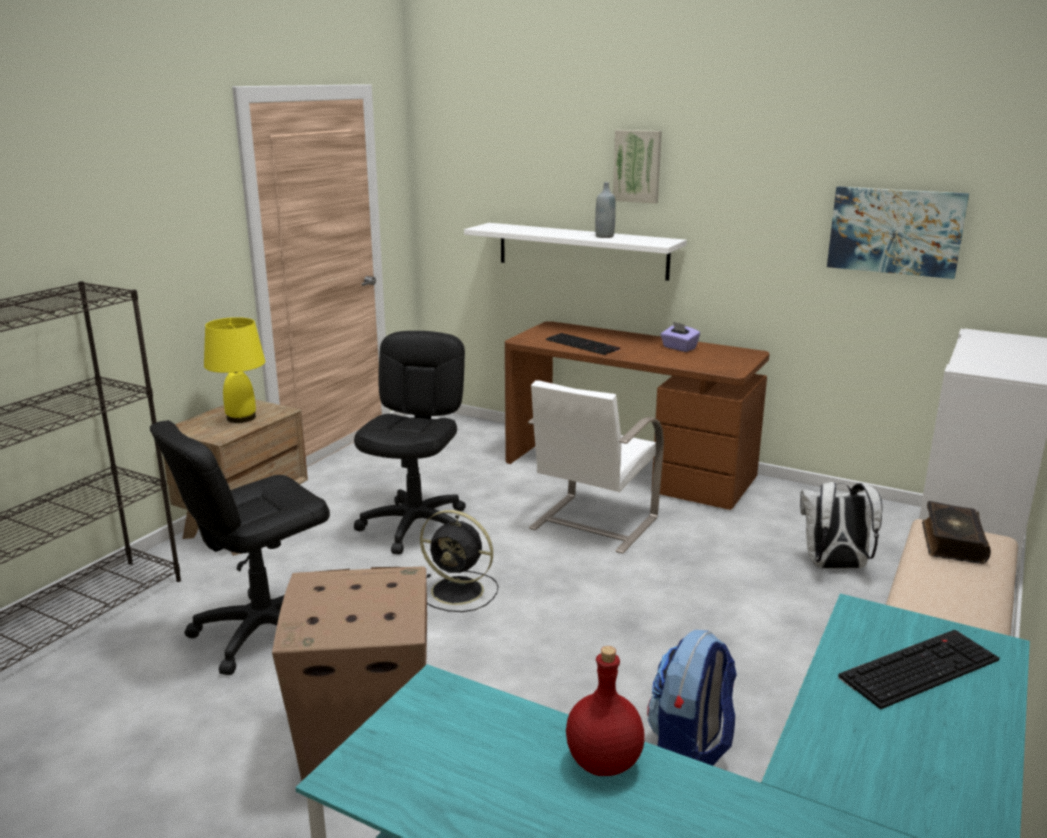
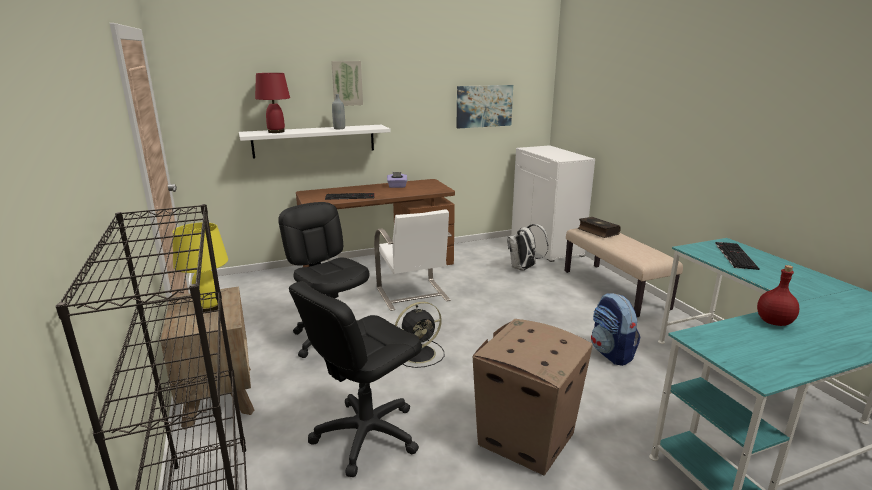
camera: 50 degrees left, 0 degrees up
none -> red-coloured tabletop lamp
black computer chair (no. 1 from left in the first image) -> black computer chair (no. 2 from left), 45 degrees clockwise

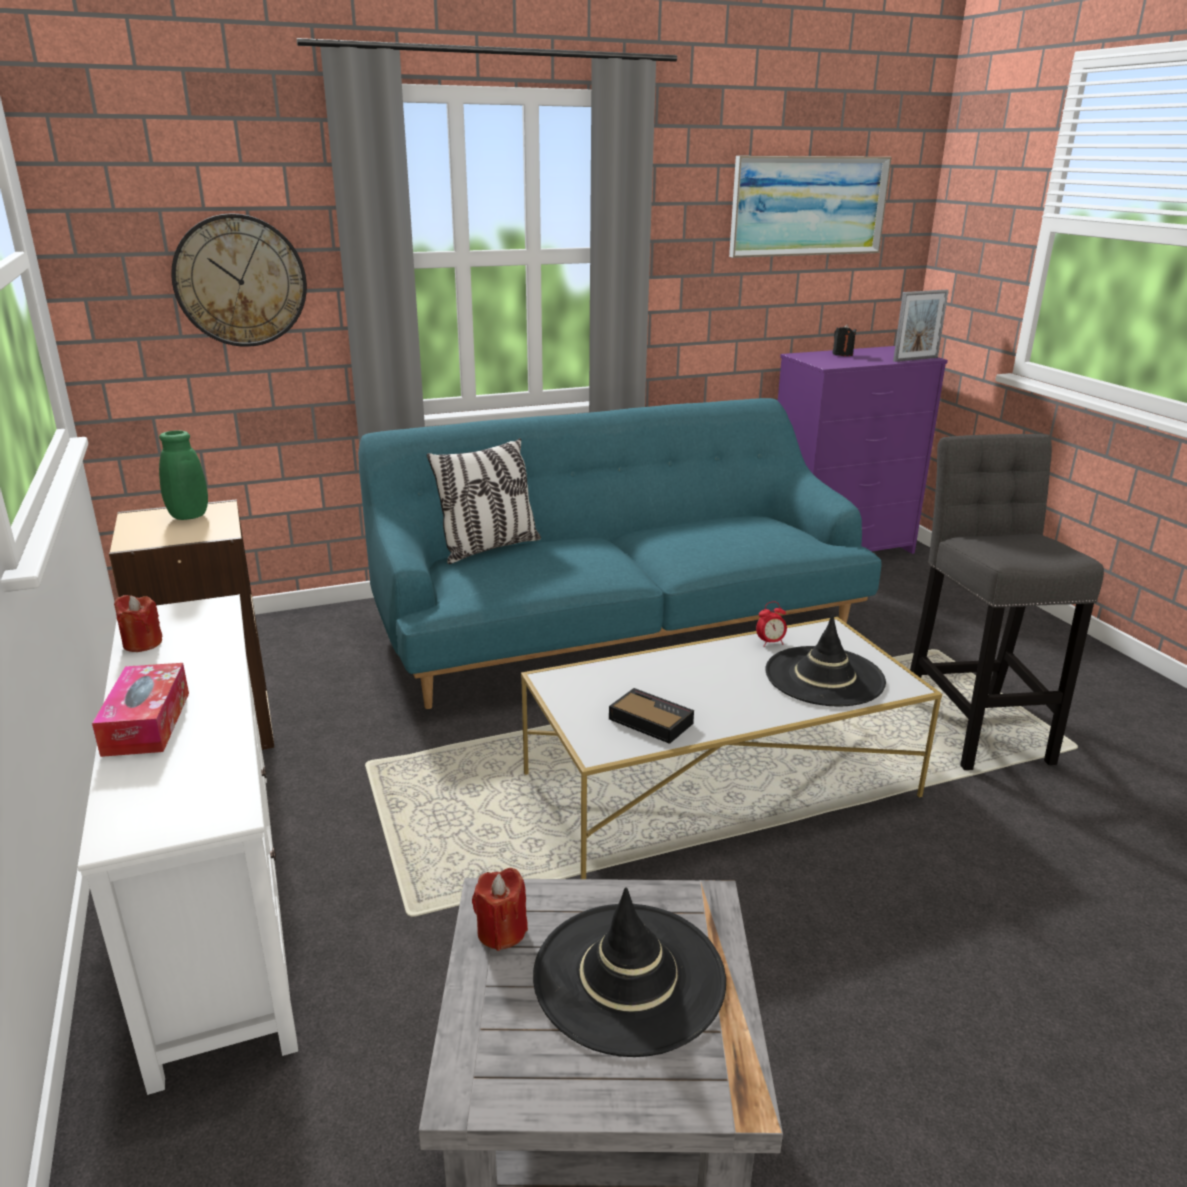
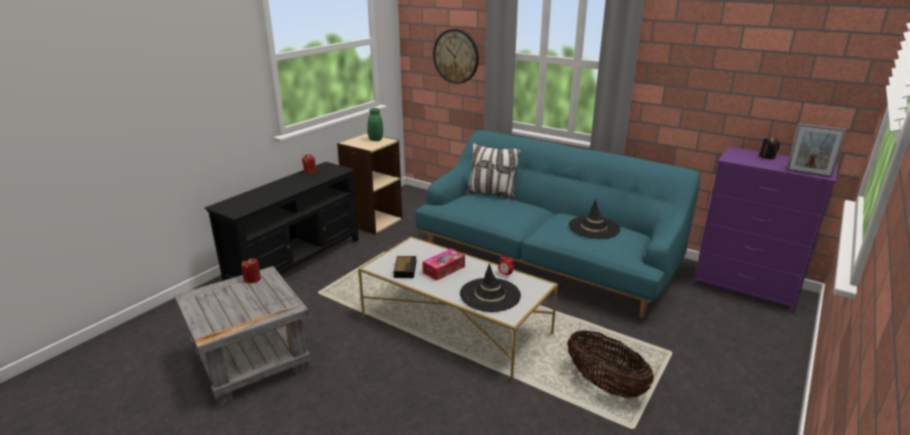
camera: 55 degrees right, 0 degrees up
white-coloured tv unit -> black tv unit
tissue holder, shifted
greyish sitting stool -> storage basket
black clothing hat (no. 1 from left in the first image) -> black clothing hat (no. 2 from left), shifted
picture -> none

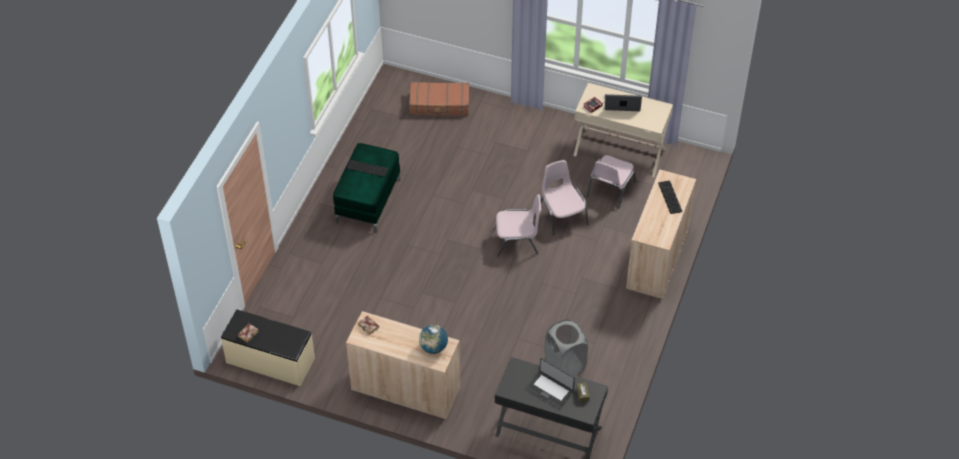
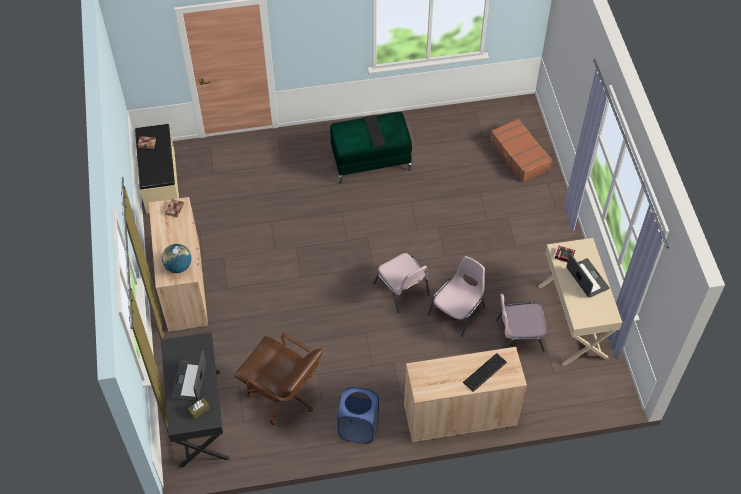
camera: 60 degrees right, 5 degrees up
greyish washing basket -> brown computer chair
none -> blue-coloured washing basket

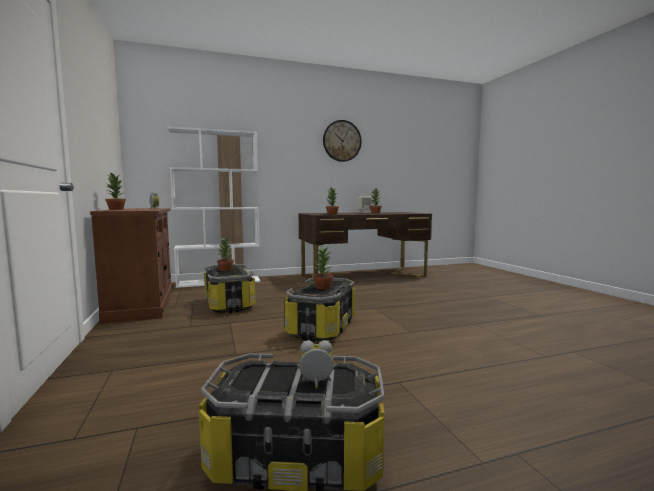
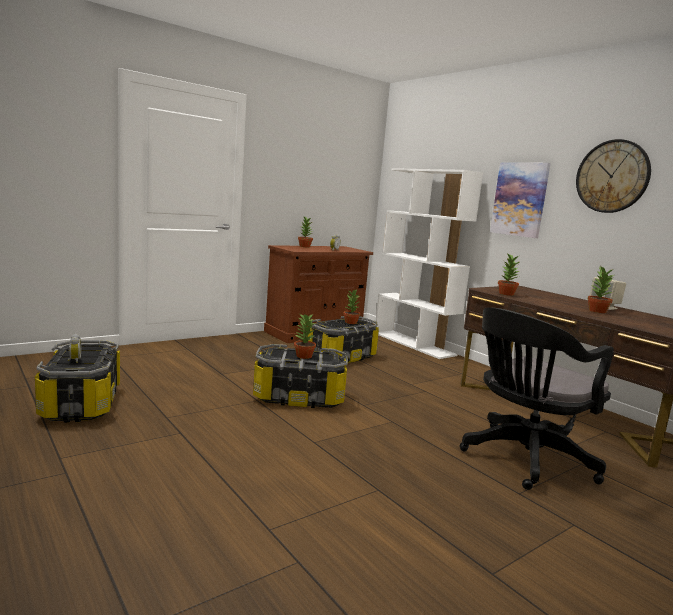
camera: 70 degrees right, 5 degrees up
none -> black computer chair
none -> picture

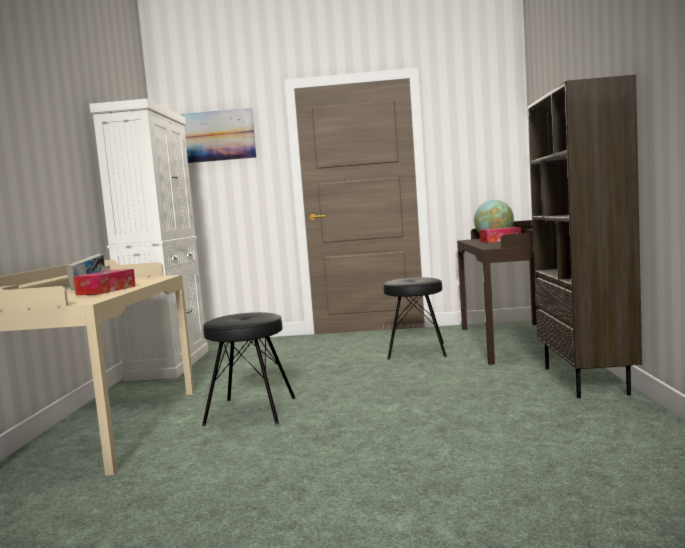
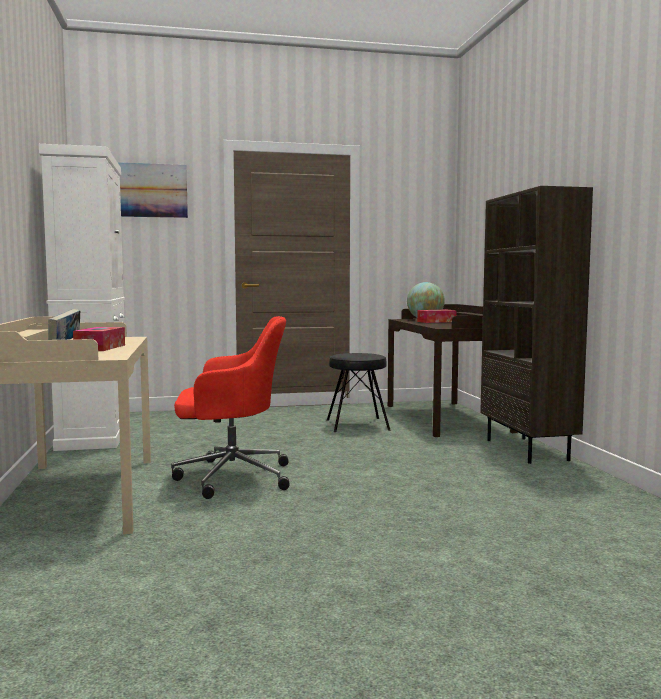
camera: 15 degrees left, 0 degrees up
black sitting stool (no. 1 from left) -> red-coloured computer chair

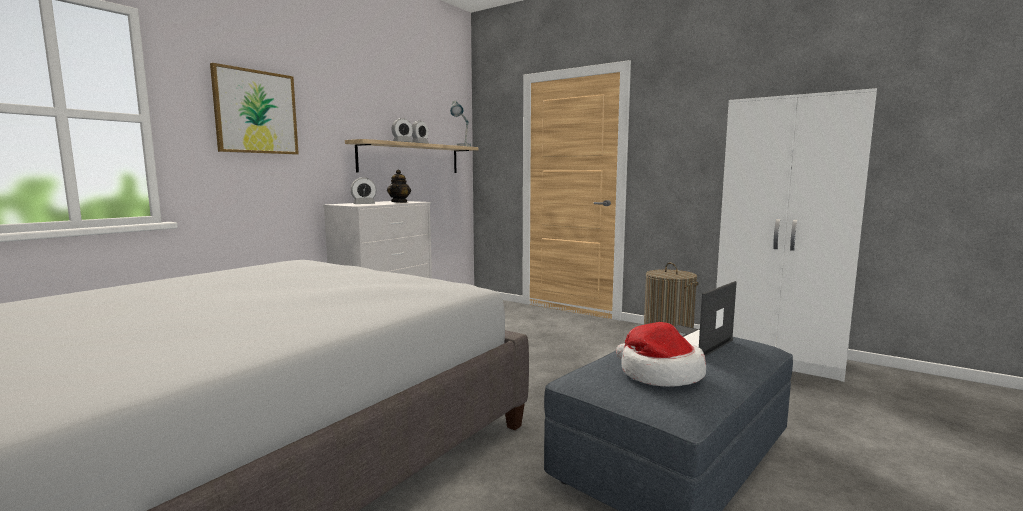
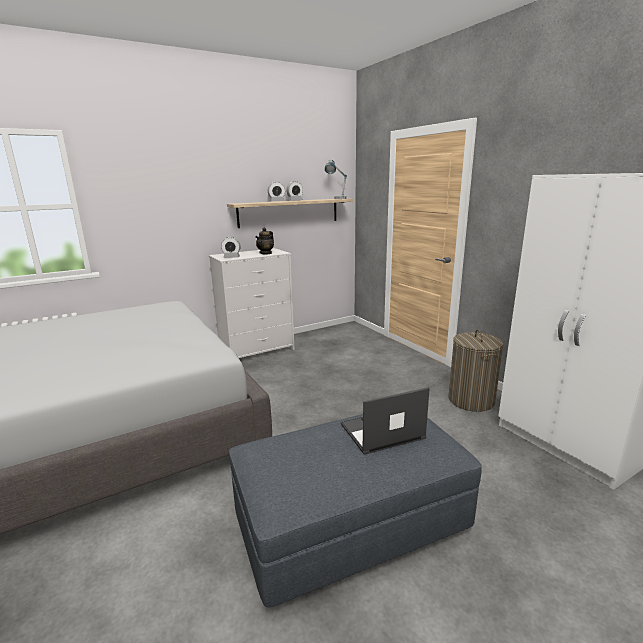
camera: 25 degrees right, 10 degrees up
picture -> none
clothing hat -> none

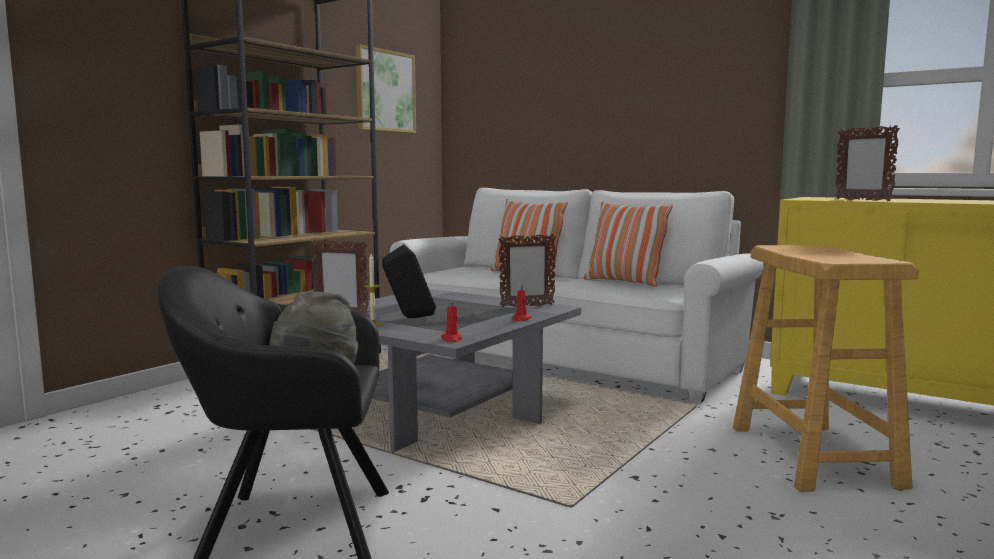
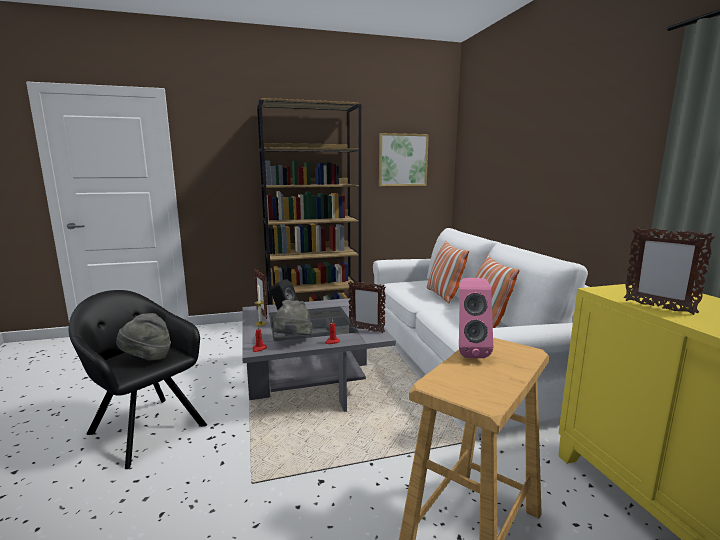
camera: 40 degrees right, 5 degrees up
none -> greyish clothing hat (no. 2 from left)
none -> pink-coloured loudspeaker
standing frame (no. 3 from left), 45 degrees counterclockwise

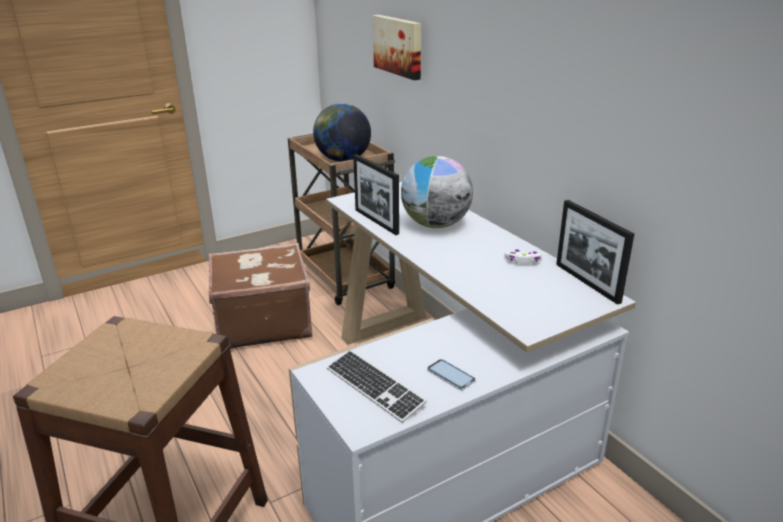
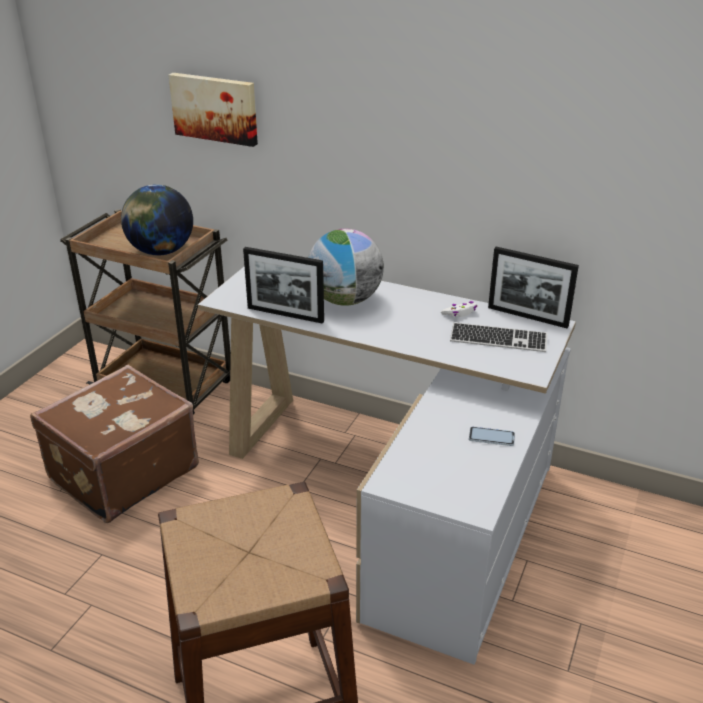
camera: 35 degrees left, 5 degrees up
keyboard, shifted

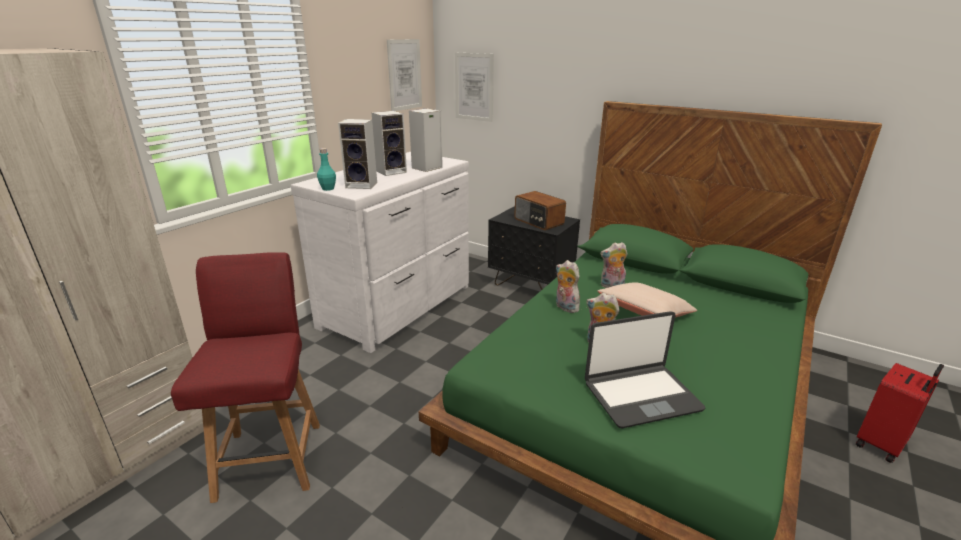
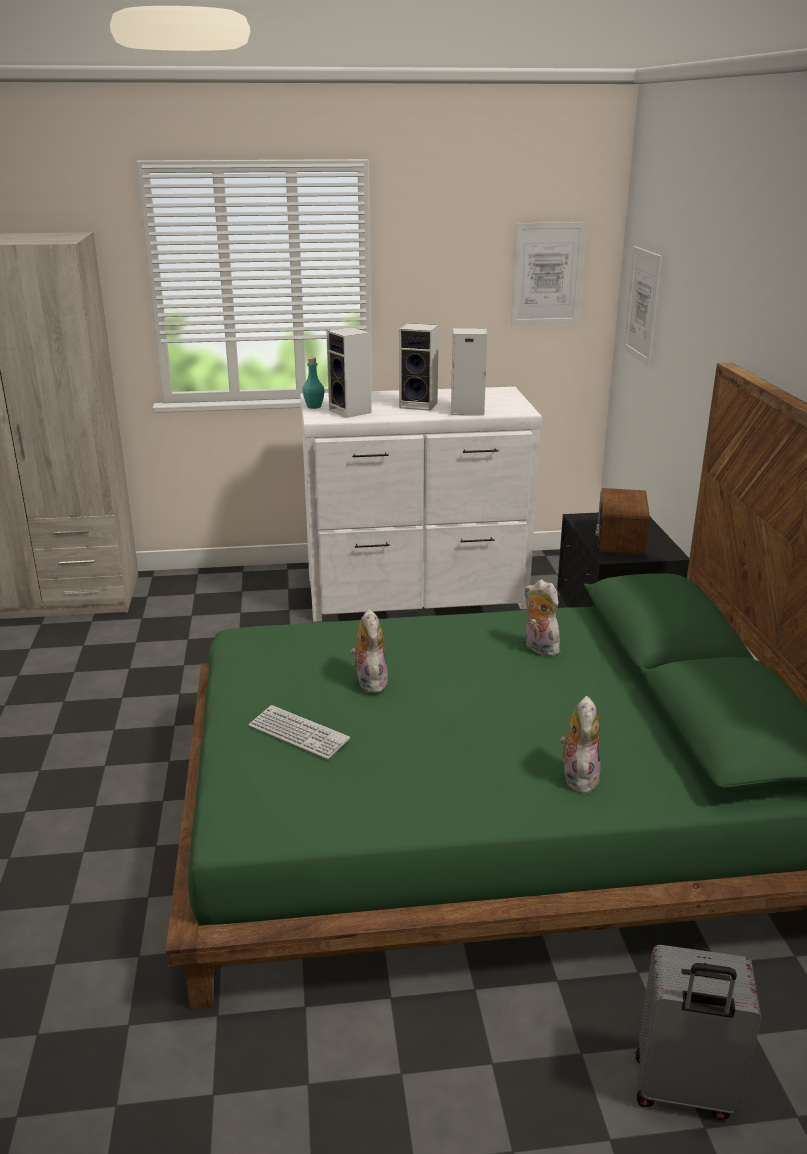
camera: 50 degrees right, 0 degrees up
portable computer -> keyboard
cuddly toy (no. 1 from left in the first image) -> cuddly toy (no. 3 from left), shifted
red-coloured travel case -> greyish travel case
red-coloured upright chair -> none
beige cushion -> none

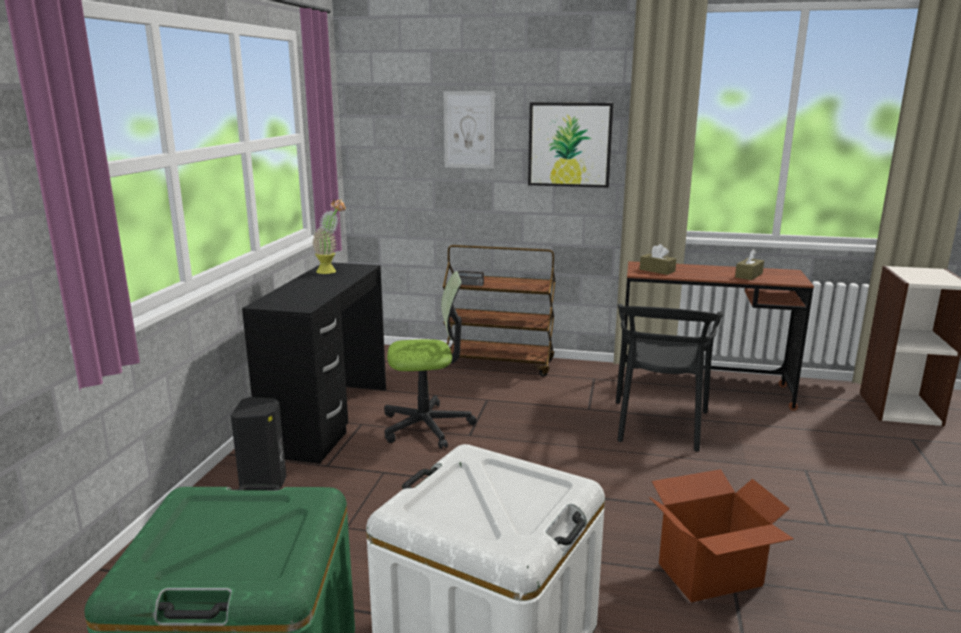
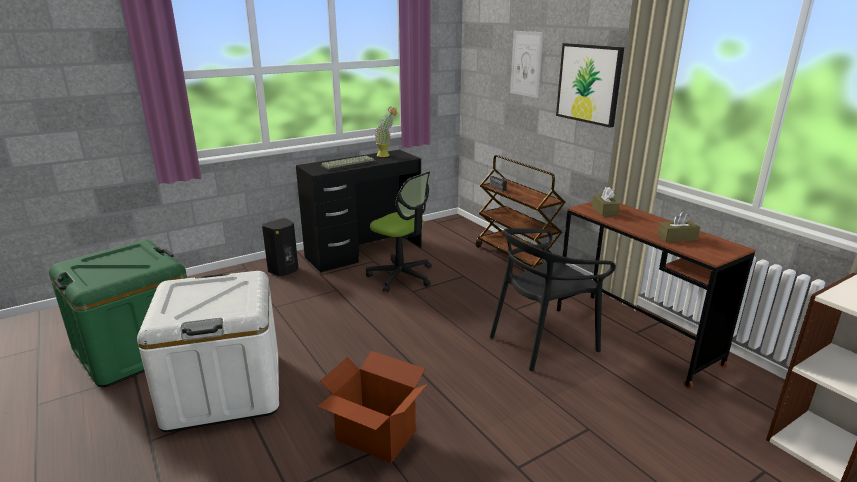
camera: 45 degrees right, 5 degrees up
none -> keyboard

